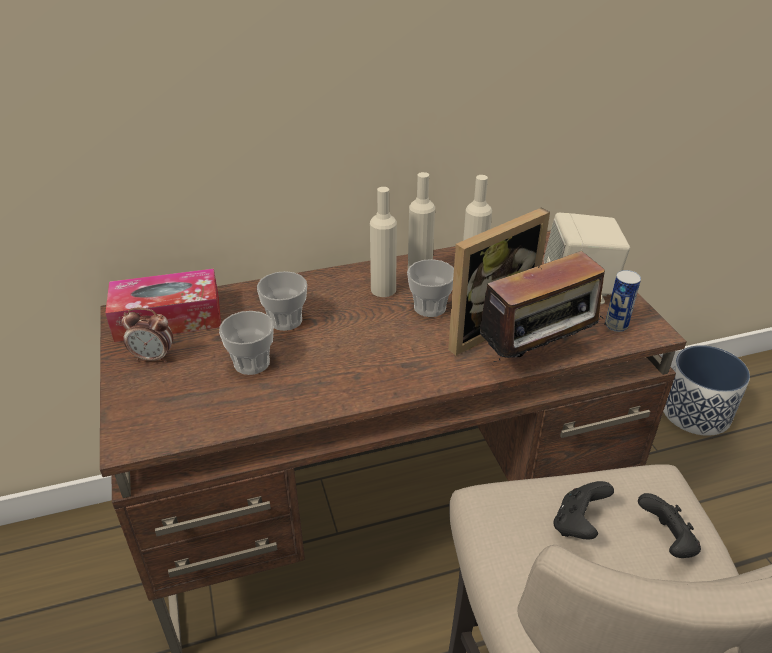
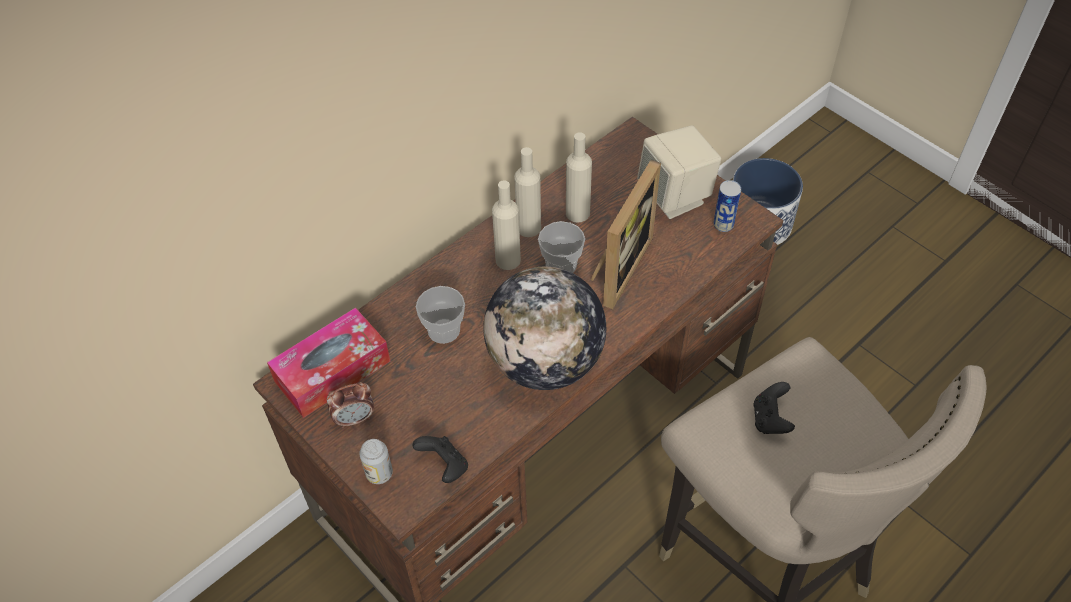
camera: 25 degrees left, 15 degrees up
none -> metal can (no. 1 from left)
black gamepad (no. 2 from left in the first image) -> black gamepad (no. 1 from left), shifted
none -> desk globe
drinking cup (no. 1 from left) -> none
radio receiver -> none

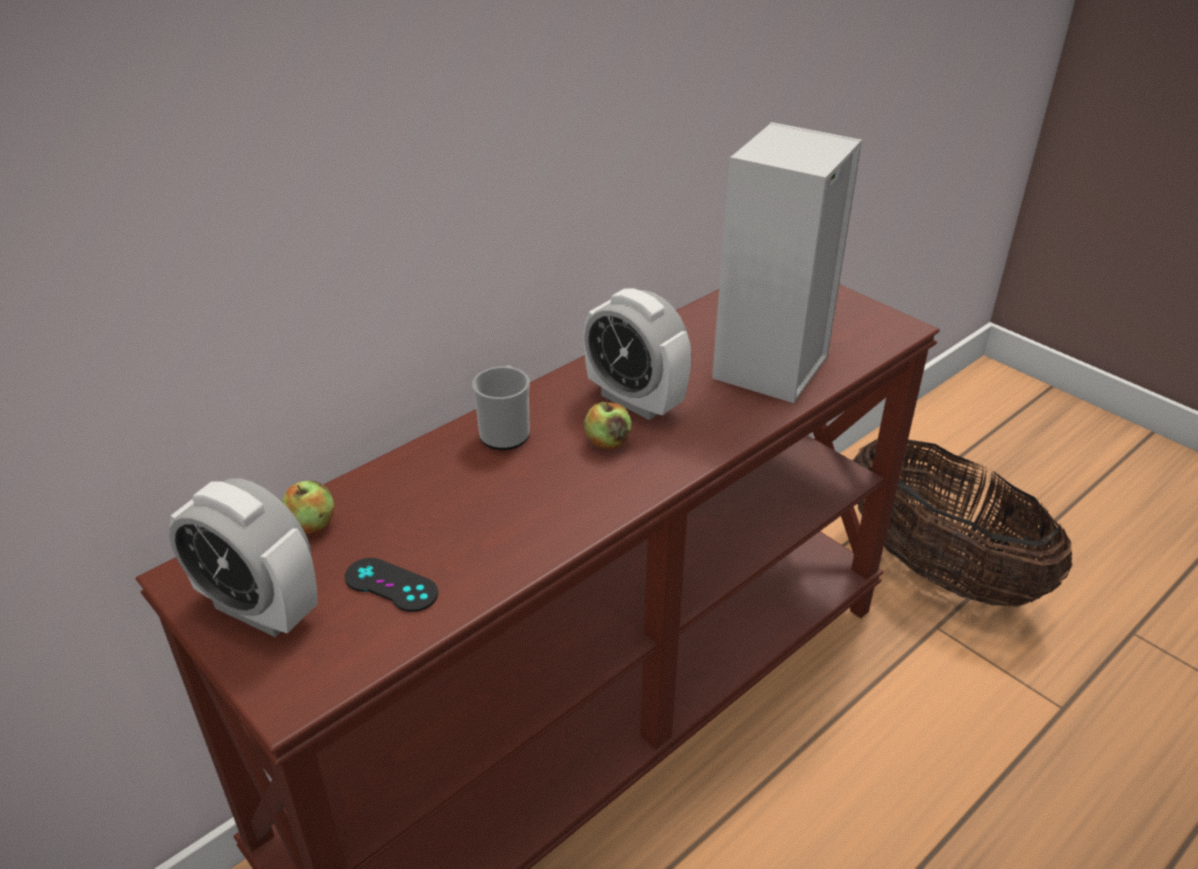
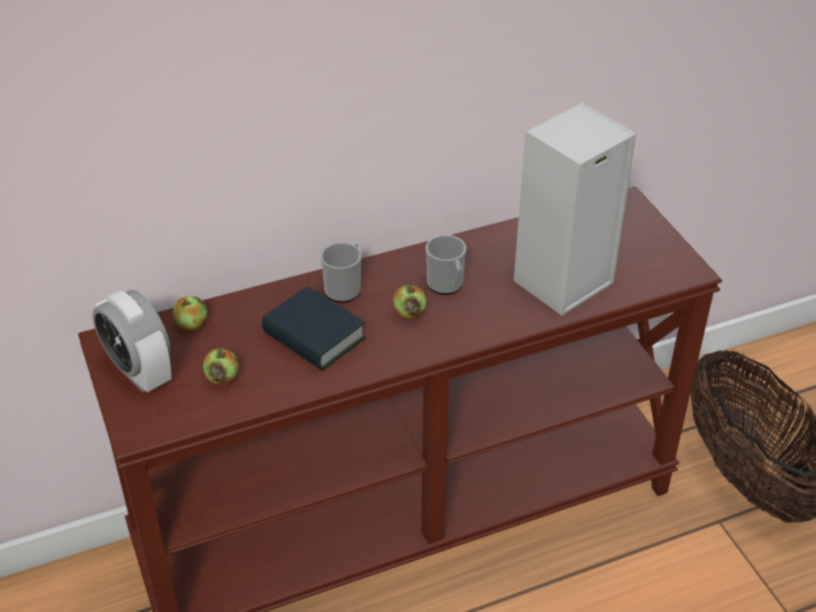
camera: 20 degrees right, 5 degrees up
black gamepad -> whole apple (no. 2 from left)
none -> bound book
table clock (no. 2 from left) -> mug (no. 2 from left)

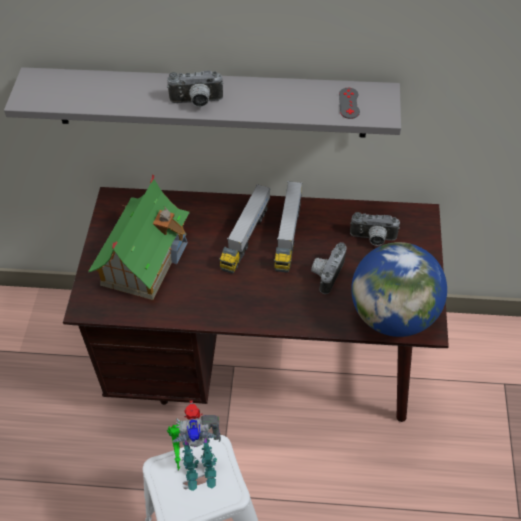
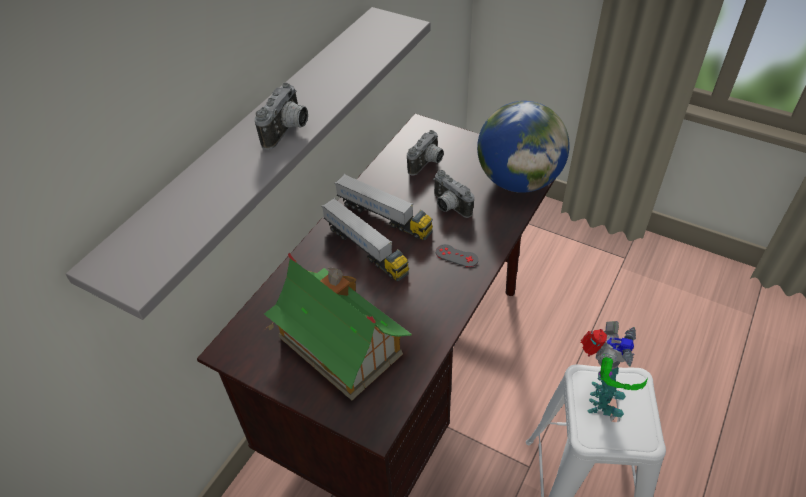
camera: 65 degrees left, 5 degrees down
greyish gamepad, shifted

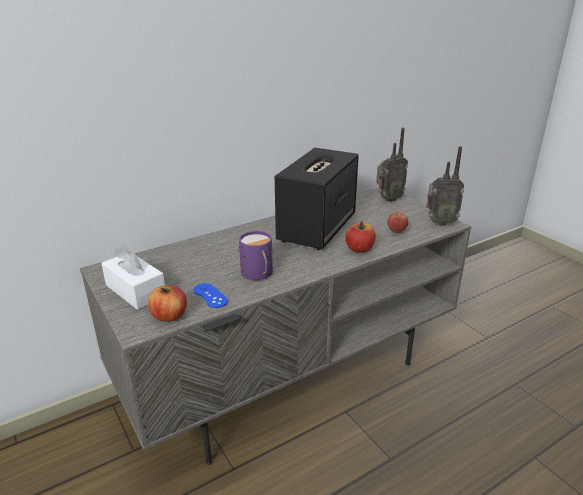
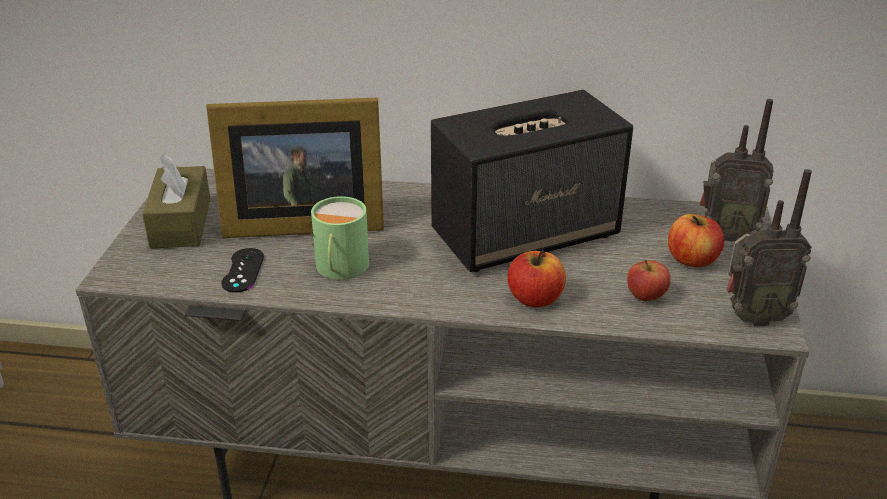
camera: 40 degrees right, 5 degrees up
white-coloured tissue holder -> brown tissue holder
none -> standing frame
blue-coloured gamepad -> black gamepad
purplish mug -> green mug
whole apple (no. 1 from left in the first image) -> whole apple (no. 3 from left), shifted
radio receiver (no. 2 from left), 45 degrees counterclockwise

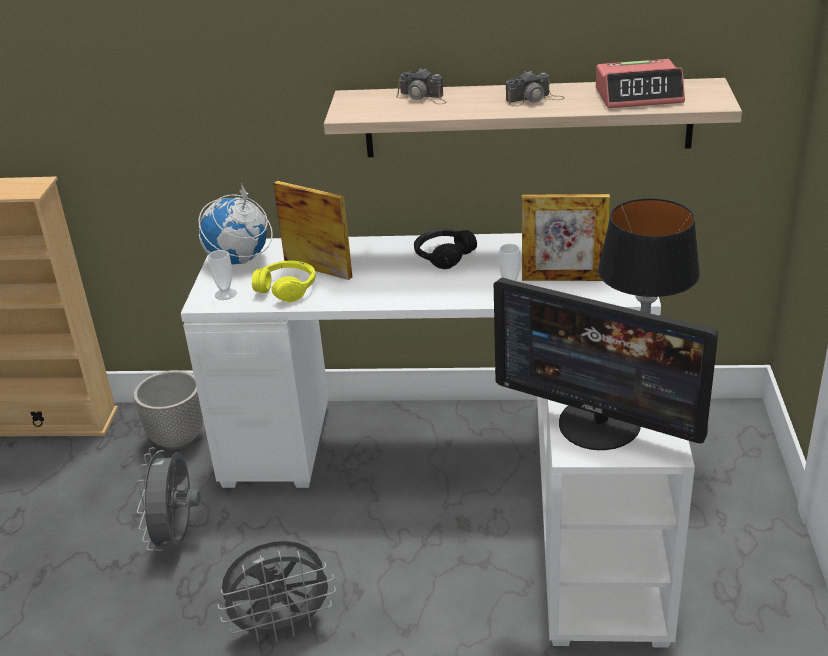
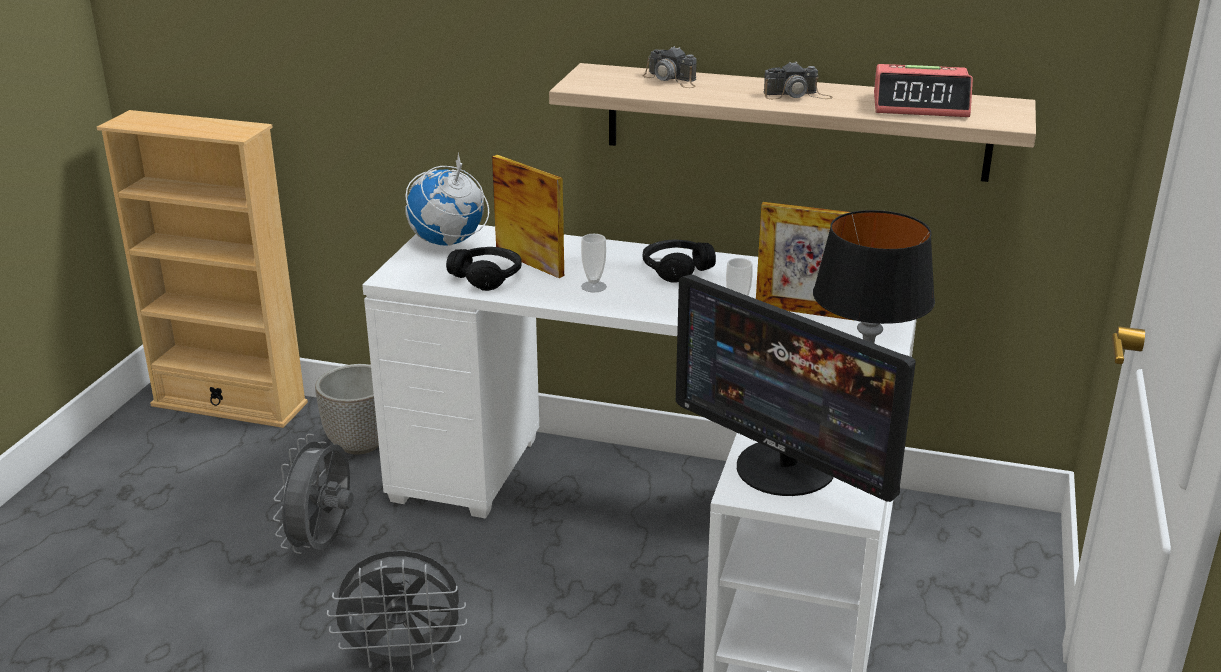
camera: 10 degrees right, 5 degrees down
yellow headphones -> black headphones (no. 1 from left)
drinking cup (no. 1 from left), shifted

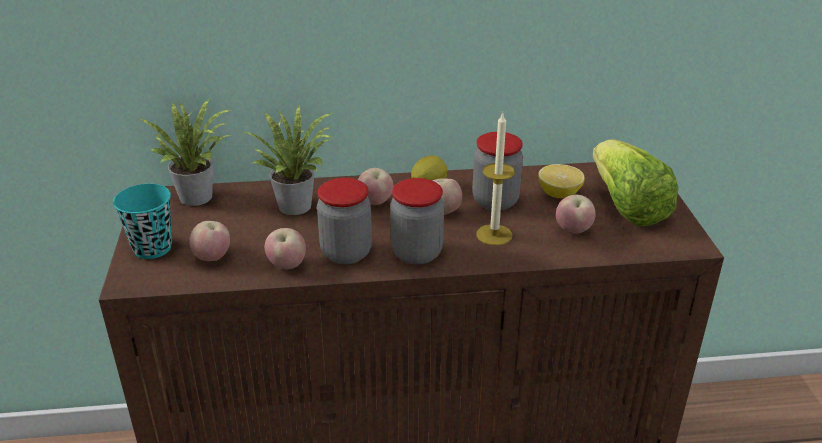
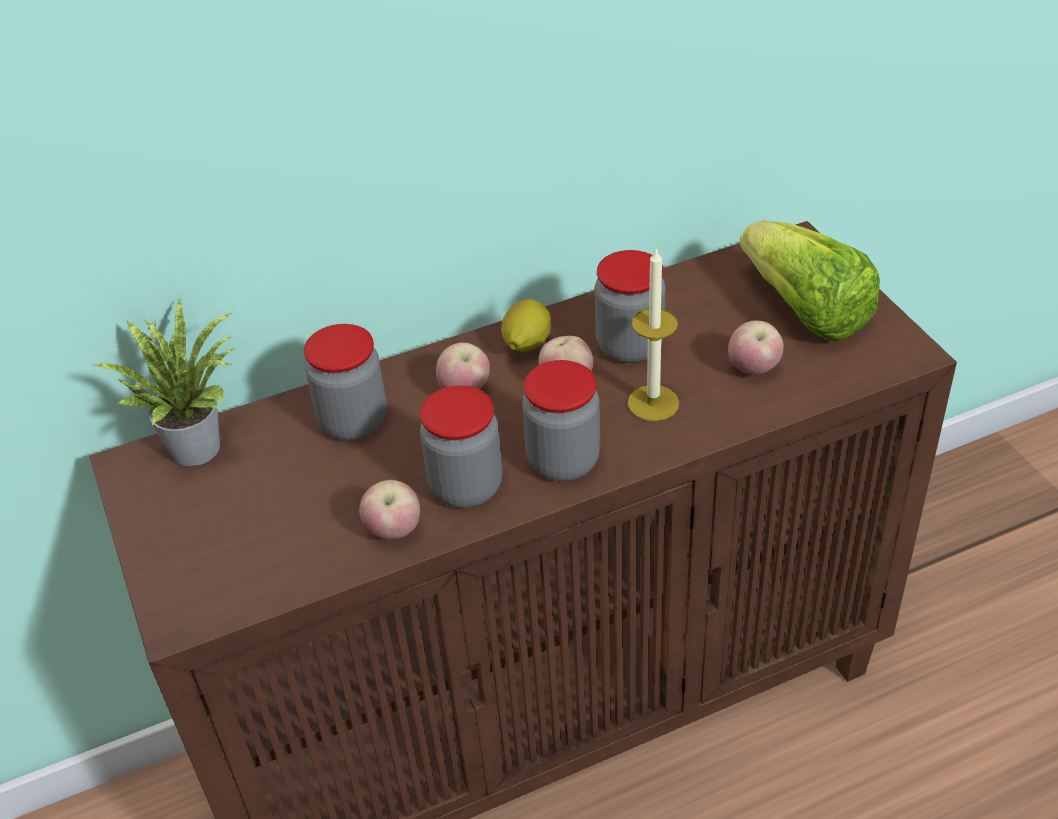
camera: 15 degrees left, 10 degrees up
houseplant (no. 2 from left) -> storage jar (no. 1 from left)
turquoise-coloured drinking cup -> none
whole apple (no. 1 from left) -> none
citrus fruit (no. 2 from left) -> none

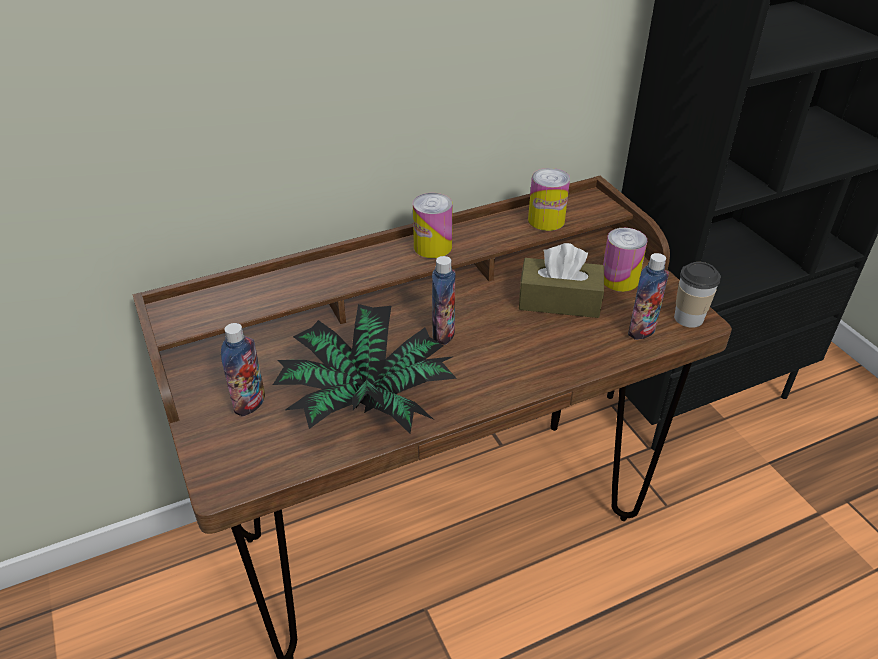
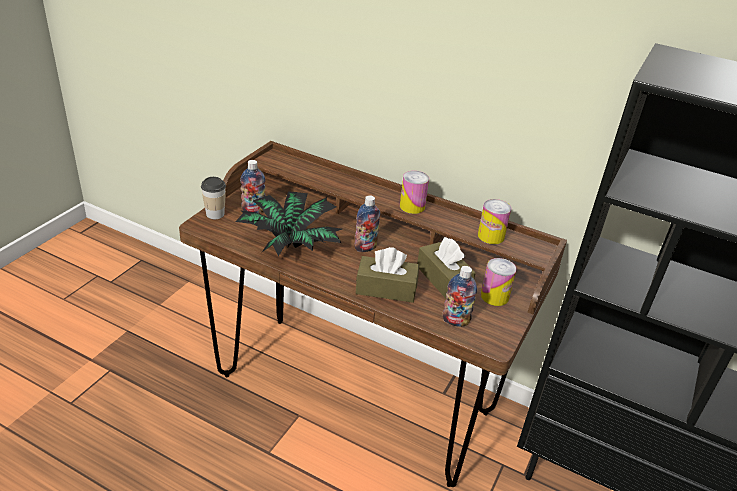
camera: 50 degrees right, 5 degrees down
drinking cup, shifted
none -> brown tissue holder (no. 1 from left)

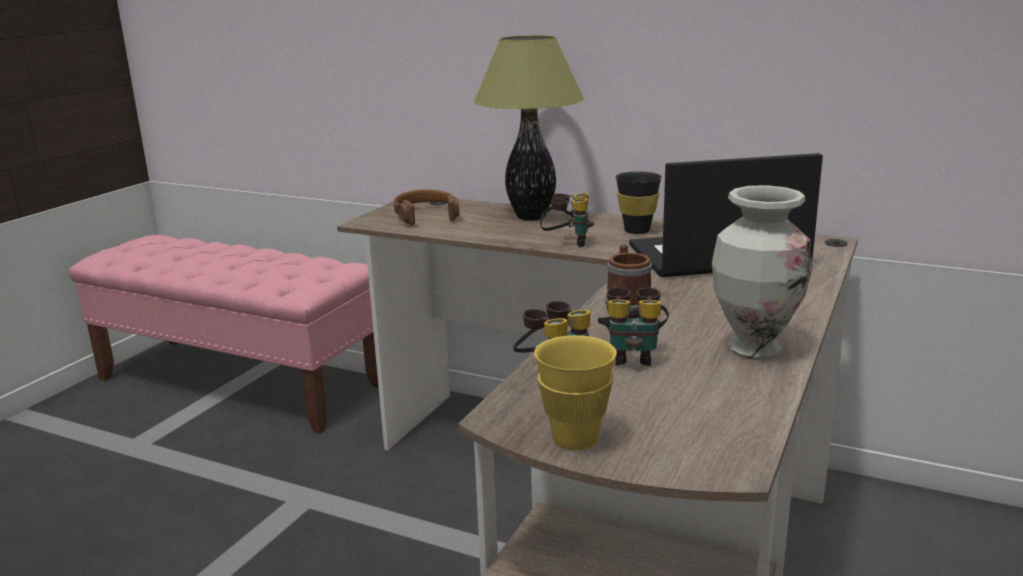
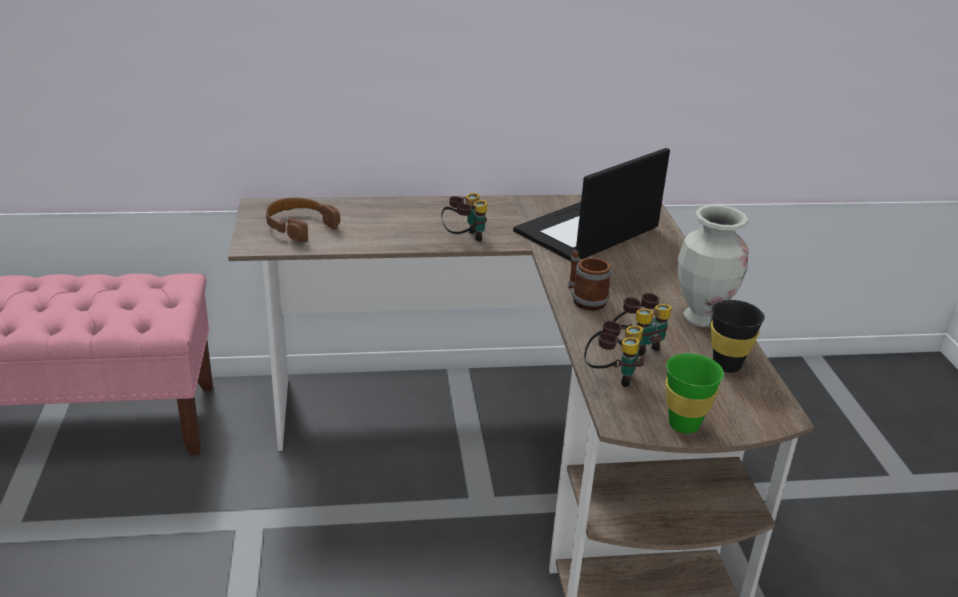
camera: 35 degrees left, 10 degrees up
yellow drinking cup -> green drinking cup
black drinking cup, shifted
tabletop lamp -> none

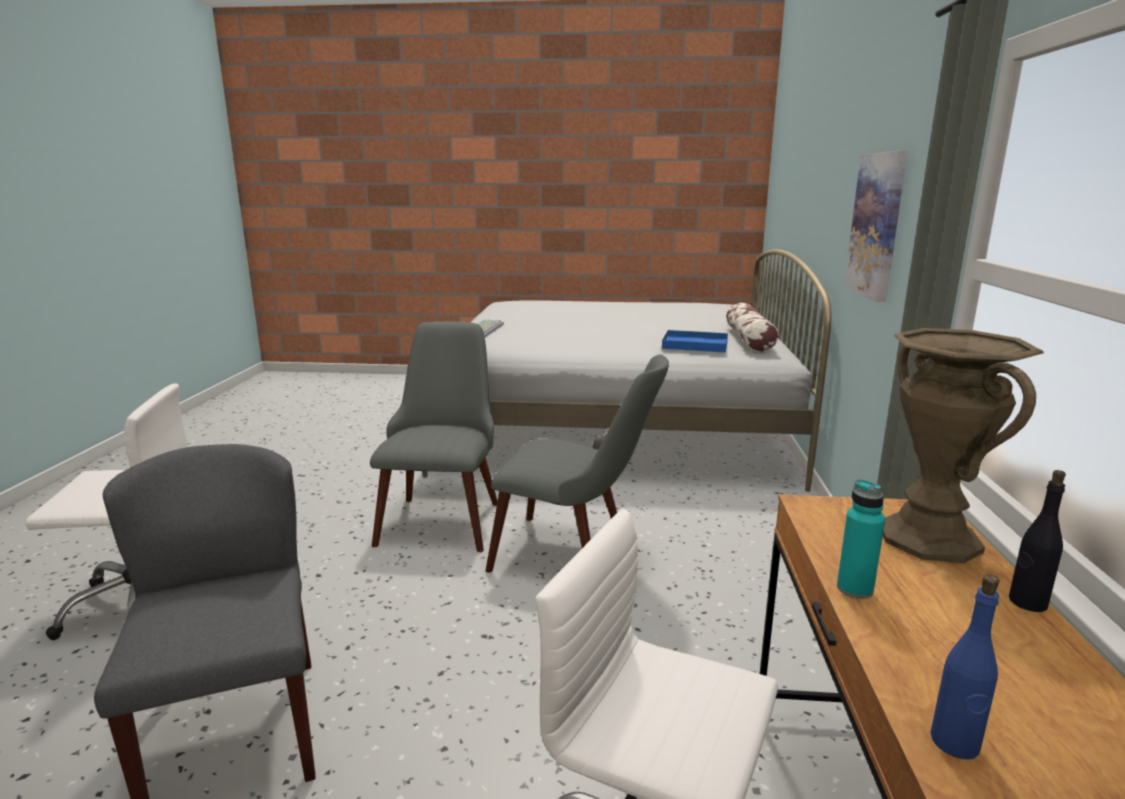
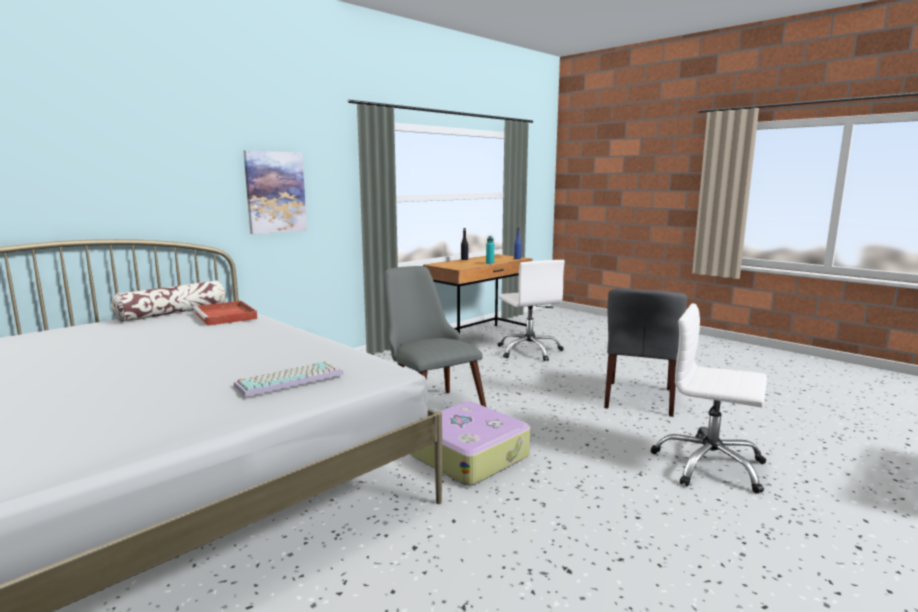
camera: 140 degrees left, 5 degrees down
blue-coloured serving tray -> red-coloured serving tray
greyish upright chair (no. 2 from left) -> travel case
brown flower vase -> none

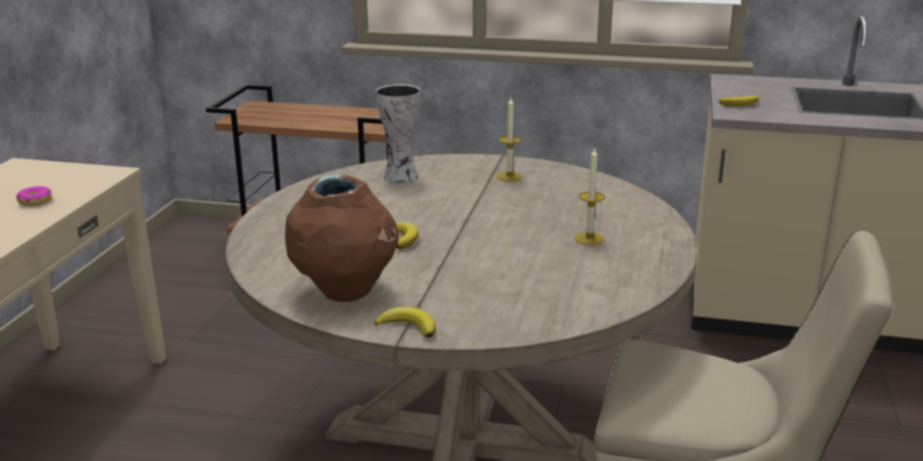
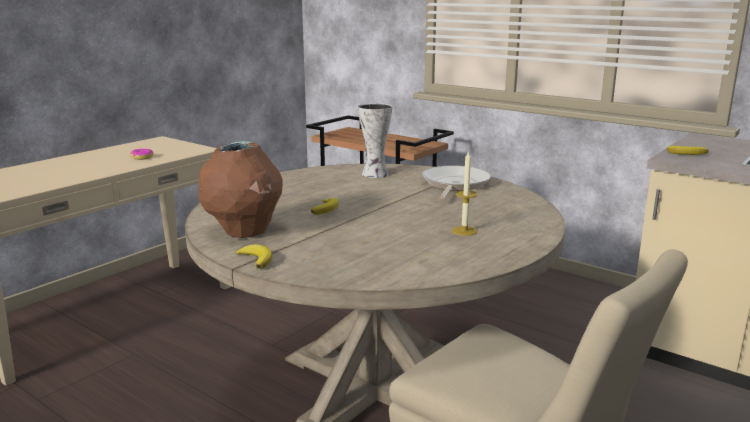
camera: 25 degrees right, 5 degrees down
wax light (no. 1 from left) -> pan

